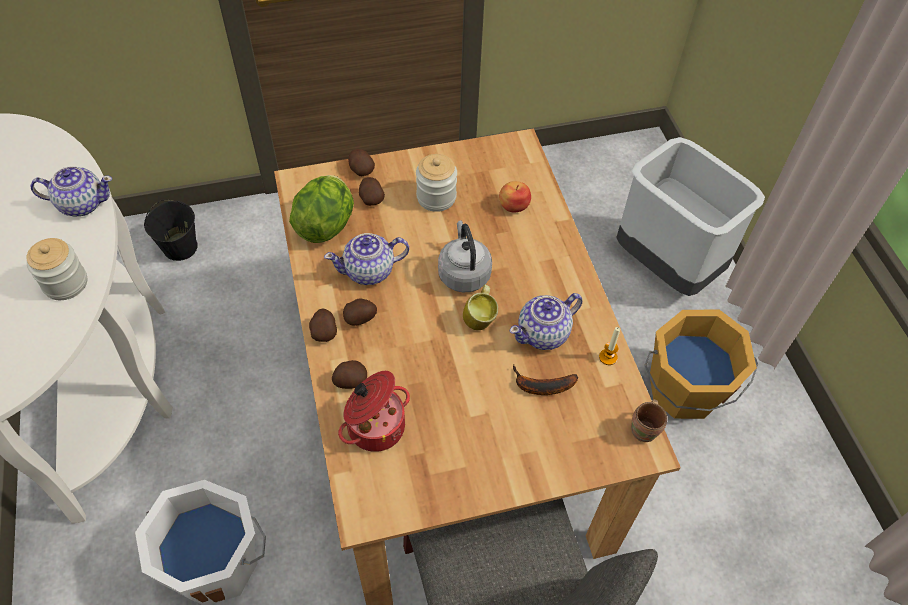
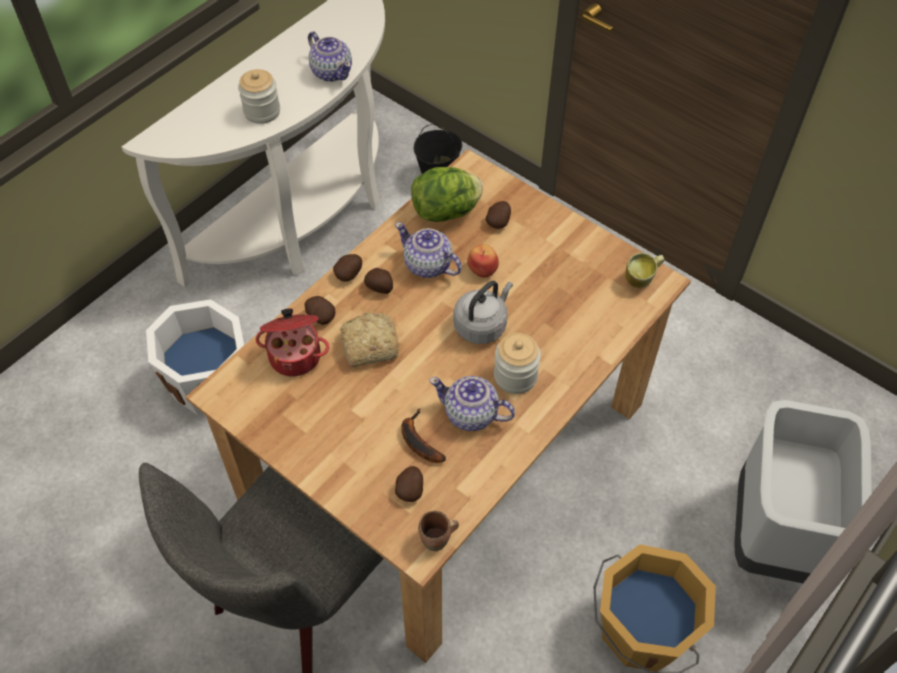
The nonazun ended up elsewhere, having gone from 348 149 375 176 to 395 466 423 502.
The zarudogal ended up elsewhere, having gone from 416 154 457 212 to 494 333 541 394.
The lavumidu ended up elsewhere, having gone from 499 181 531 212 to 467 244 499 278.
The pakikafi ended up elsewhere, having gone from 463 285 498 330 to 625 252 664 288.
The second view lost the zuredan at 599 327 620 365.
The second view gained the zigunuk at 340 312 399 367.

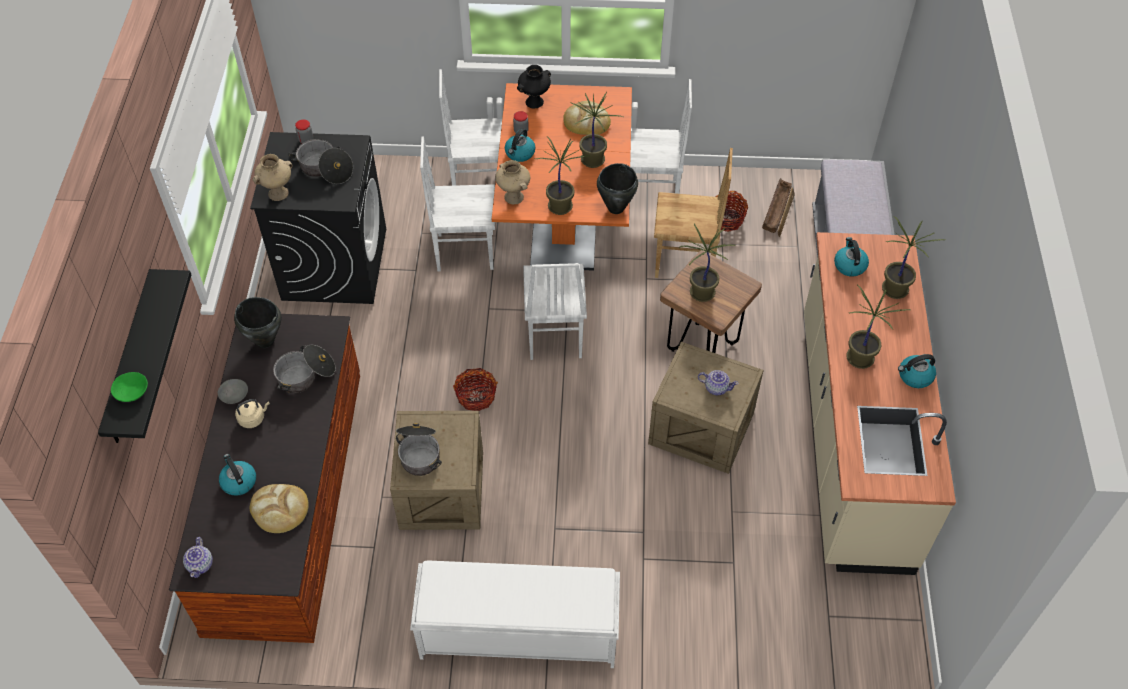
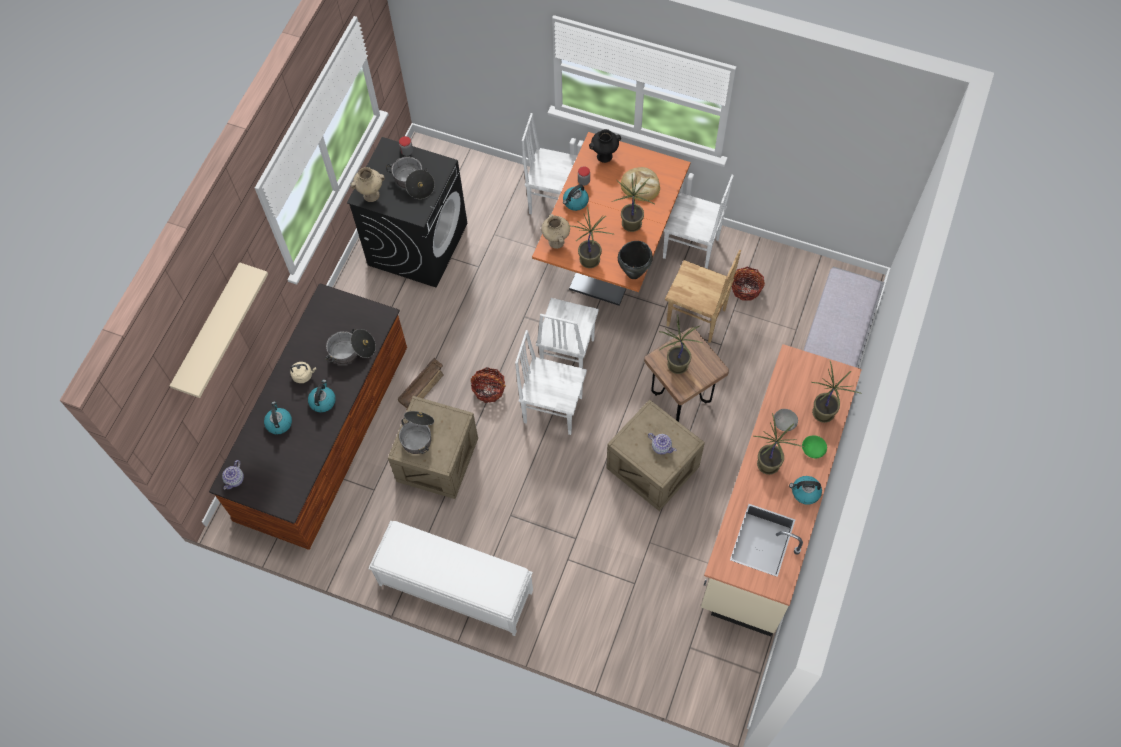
The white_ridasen ended up elsewhere, having gone from 420 136 495 271 to 515 330 587 435.
The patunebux ended up elsewhere, having gone from 762 178 795 237 to 398 358 443 411.
The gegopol ended up elsewhere, having gone from 834 237 869 276 to 308 380 336 413.
What was the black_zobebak at 98 269 191 443 turned into the beige_zobebak at 170 262 268 398.
The second view lost the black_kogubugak at 234 297 281 348.
The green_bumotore ended up elsewhere, having gone from 111 372 148 402 to 802 435 827 458.
The grey_bumotore ended up elsewhere, having gone from 218 379 248 404 to 774 409 798 431.
The second view lost the zigunuk at 250 484 309 533.

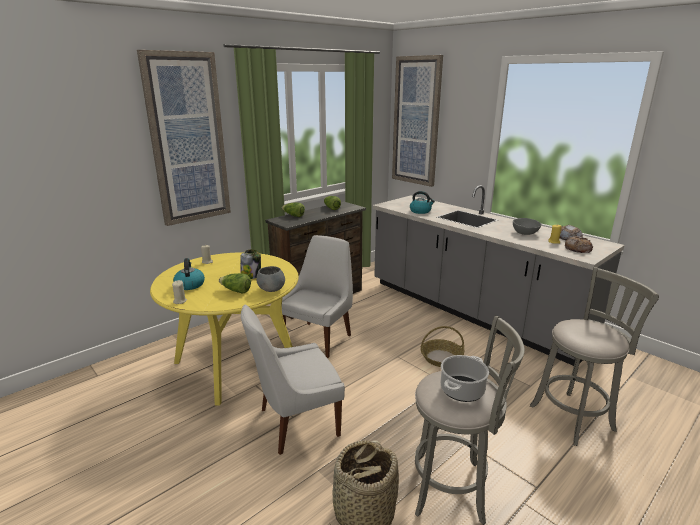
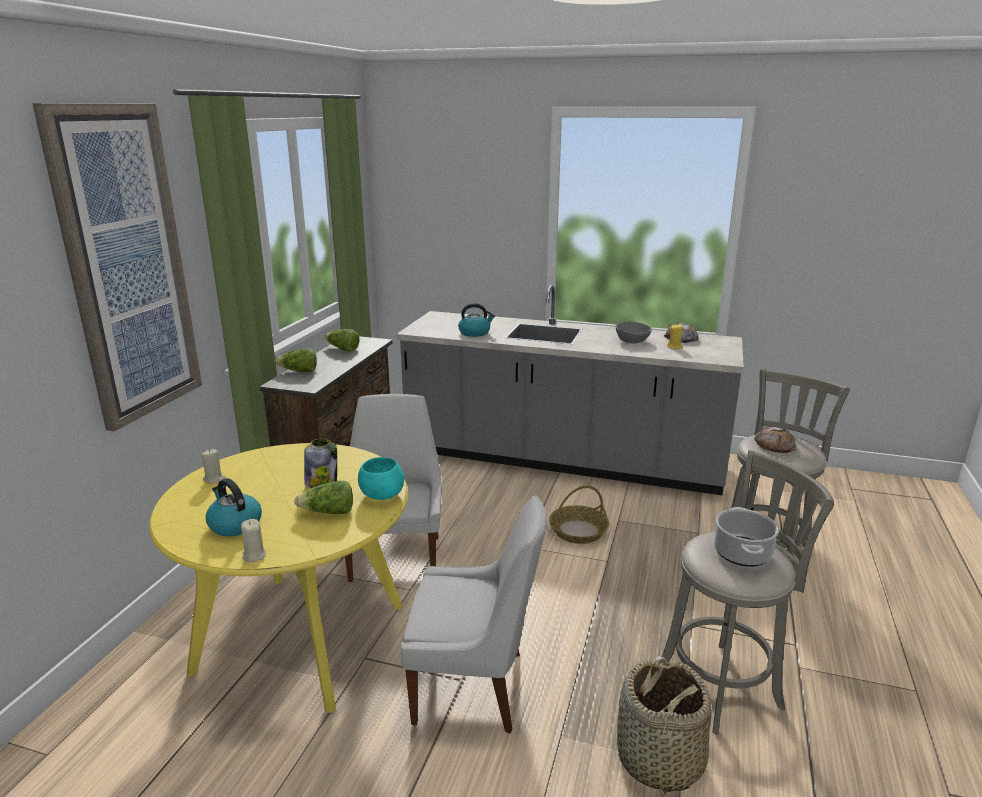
The second view lost the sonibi at 392 55 443 187.
The zigunuk ended up elsewhere, having gone from 565 236 593 253 to 754 426 796 453.
What was the grey_bumotore at 256 266 285 292 turned into the turquoise_bumotore at 358 457 404 500.
The white_ridasen at 241 304 345 455 ended up facing another way, 120 degrees counterclockwise from before.

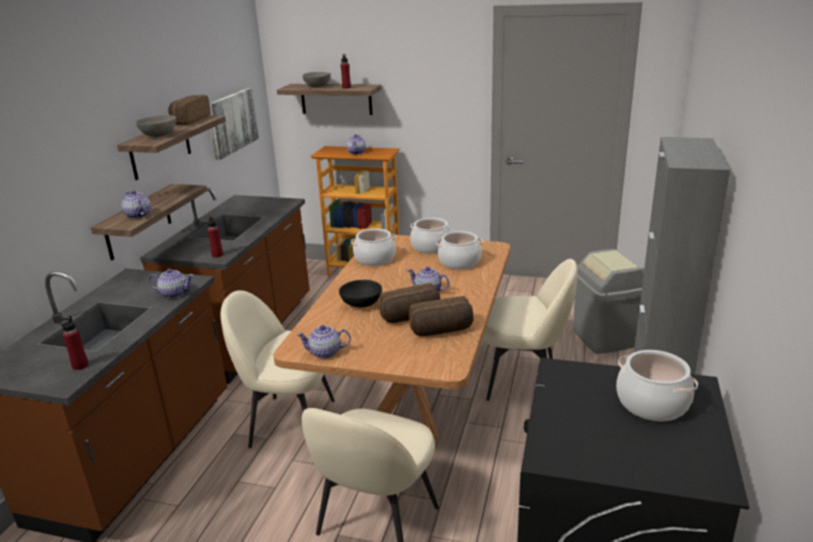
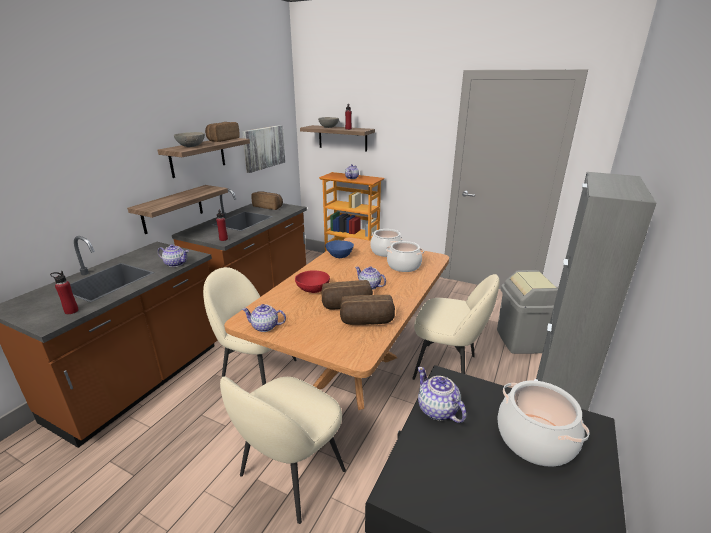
The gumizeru ended up elsewhere, having gone from 122 190 151 219 to 418 367 467 423.
Where the kogubugak stood at 351 228 397 266, the blue_bumotore came to stand at 325 240 354 258.
What was the black_bumotore at 339 280 382 307 turned into the red_bumotore at 295 270 330 293.
The second view gained the zigunuk at 251 191 283 210.

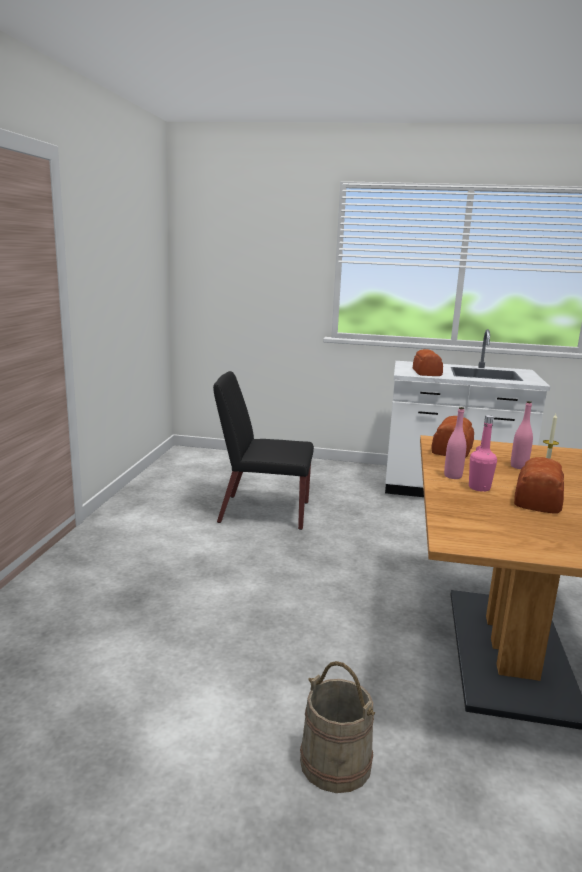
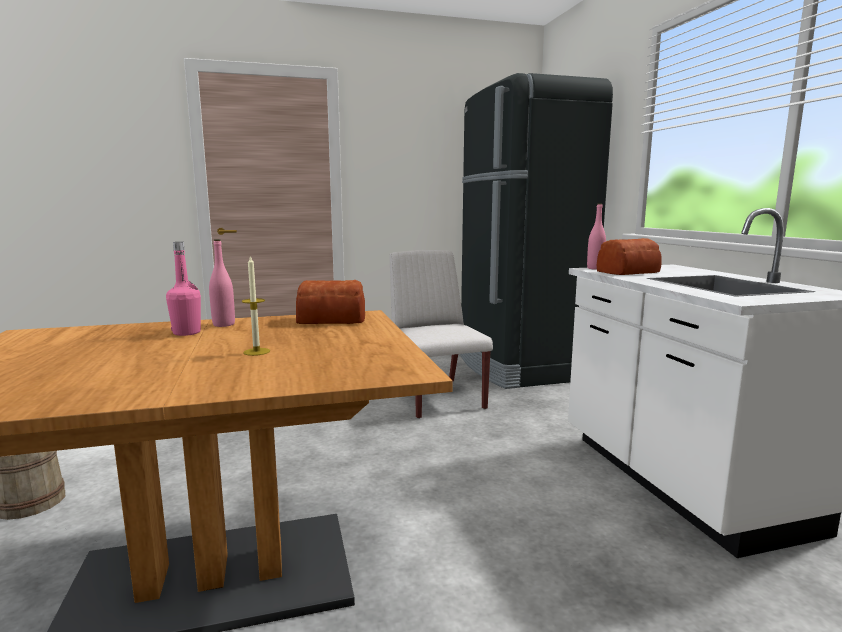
What was the black_ridasen at 213 371 314 530 turned into the white_ridasen at 390 250 493 419.
The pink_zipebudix ended up elsewhere, having gone from 511 401 533 469 to 587 203 606 270.
The second view lost the zigunuk at 514 457 564 514.
The second view gained the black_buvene at 460 73 613 389.

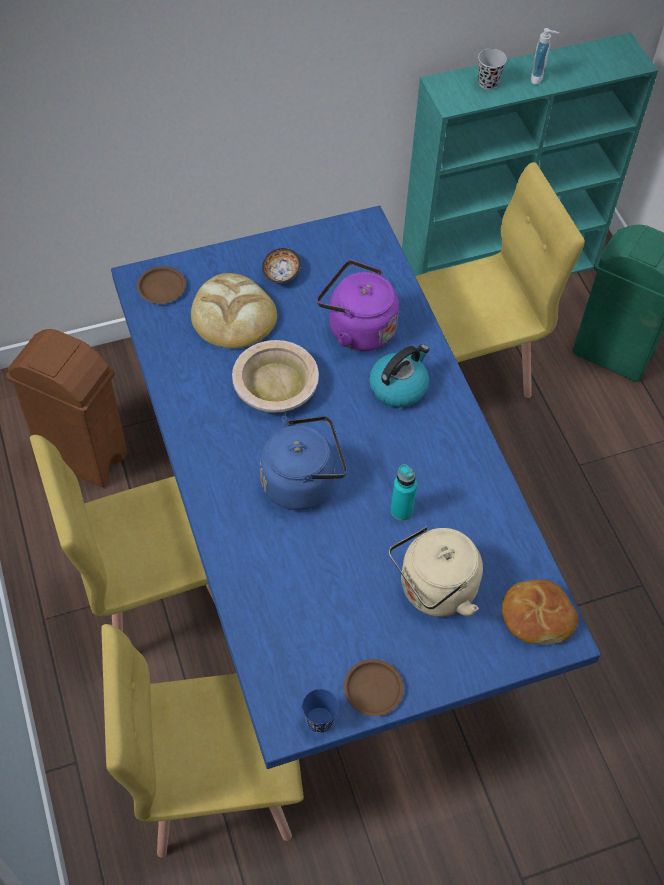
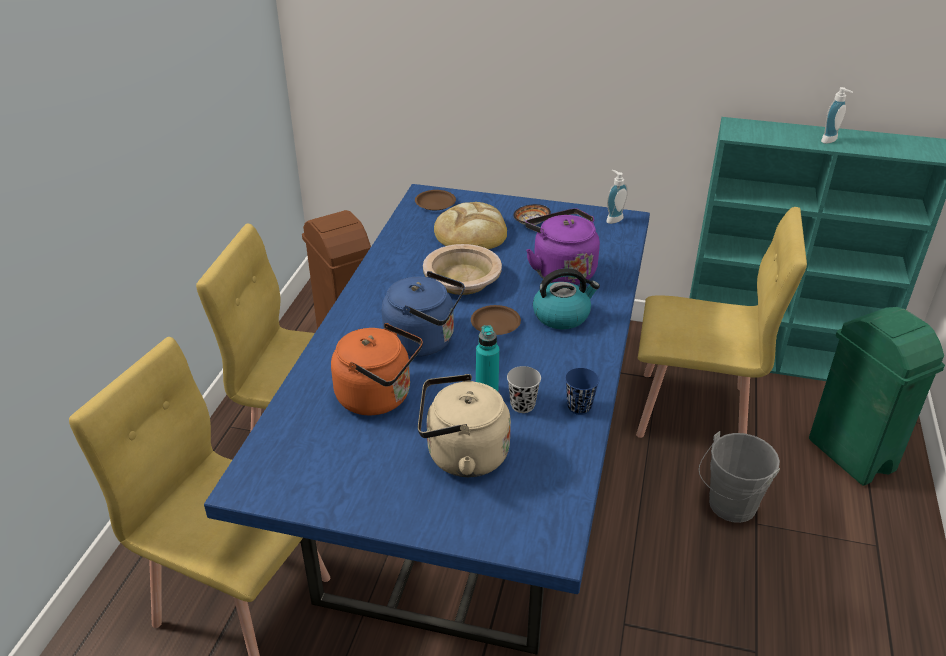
The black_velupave ended up elsewhere, having gone from 478 49 507 90 to 507 366 541 413.
The second view lost the zigunuk at 502 579 578 645.
The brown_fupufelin ended up elsewhere, having gone from 344 659 404 716 to 471 305 521 335.
The blue_velupave ended up elsewhere, having gone from 302 689 339 733 to 565 368 599 415.
The second view gained the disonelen at 606 170 628 224.
The second view gained the orange_gegopol at 331 323 423 415.
The second view gained the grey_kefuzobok at 699 431 780 523.

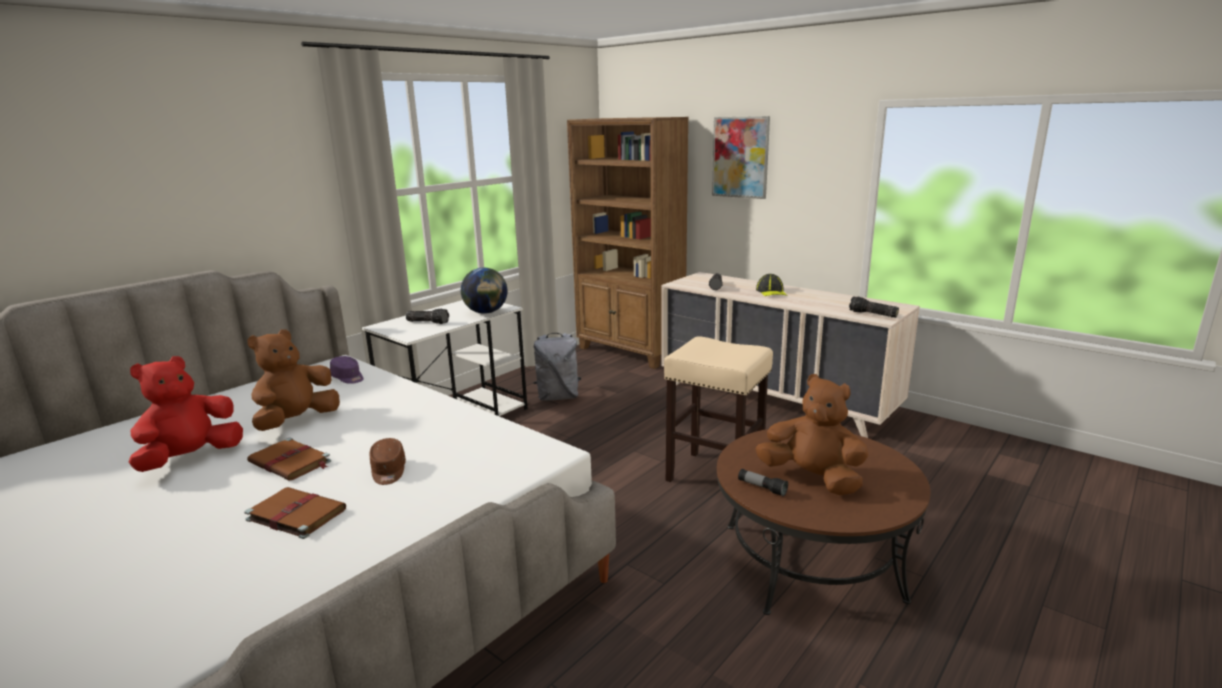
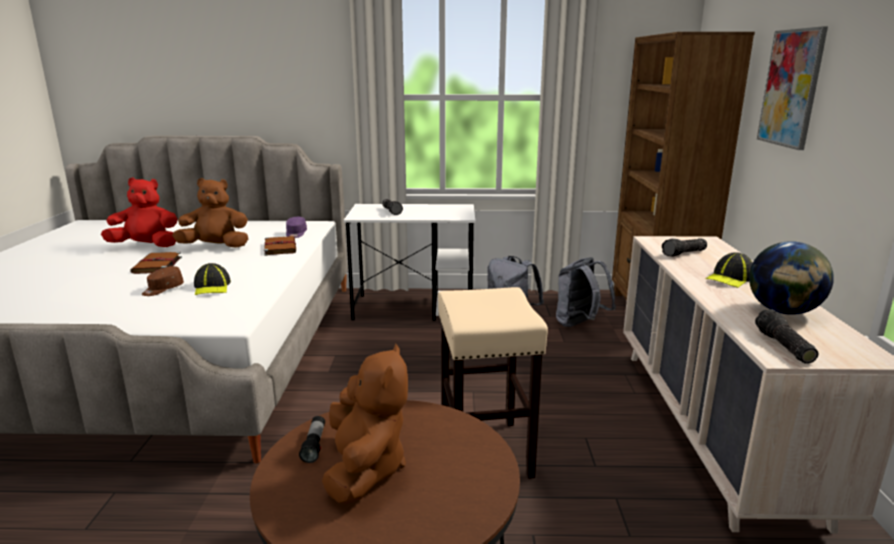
The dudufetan ended up elsewhere, having gone from 461 267 507 314 to 749 241 834 315.
The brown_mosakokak ended up elsewhere, having gone from 244 487 346 539 to 264 236 296 256.
The second view gained the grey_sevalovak at 556 257 616 327.
The second view gained the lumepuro at 194 263 231 295.

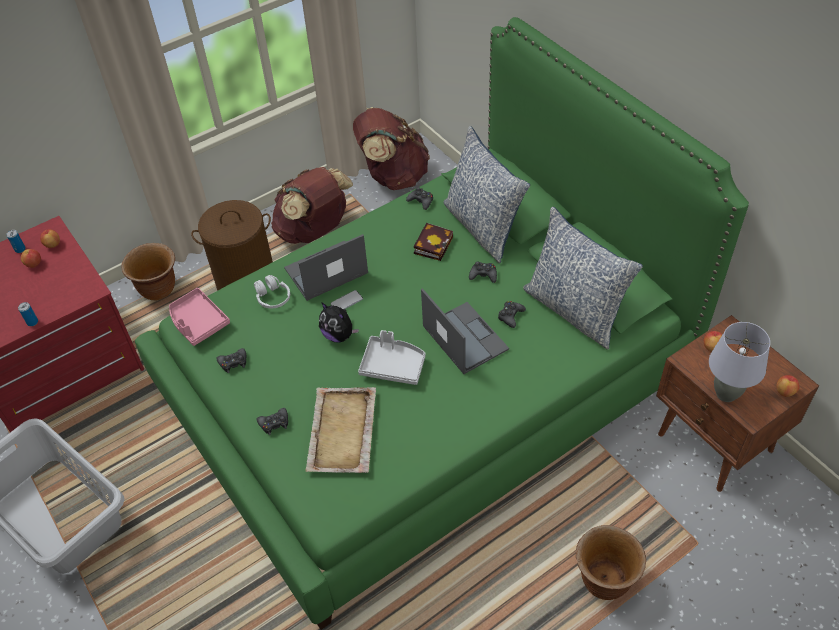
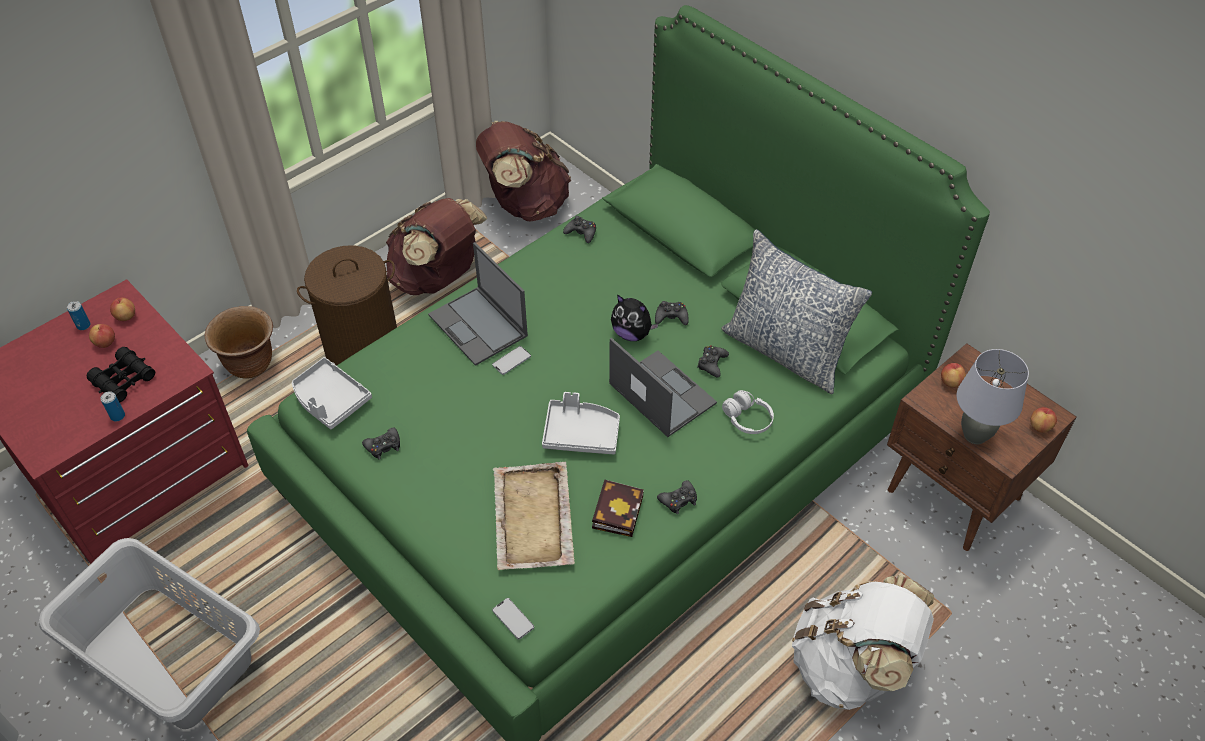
The second view lost the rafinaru at 443 126 530 263.
The mosakokak ended up elsewhere, having gone from 414 223 453 261 to 592 480 644 537.
The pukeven at 284 234 368 301 ended up facing another way, 90 degrees counterclockwise from before.
The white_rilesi ended up elsewhere, having gone from 254 275 290 308 to 722 390 774 434.
What was the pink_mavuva at 169 288 230 346 turned into the grey_mavuva at 292 357 372 429.
The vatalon ended up elsewhere, having gone from 319 302 359 343 to 611 294 659 341.
The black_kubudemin ended up elsewhere, having gone from 257 408 288 435 to 657 480 697 514.
Where the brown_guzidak stood at 576 525 646 600, the white_sevalovak came to stand at 792 575 934 710.
The second view gained the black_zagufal at 87 347 155 402.
The second view gained the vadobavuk at 492 598 534 640.

